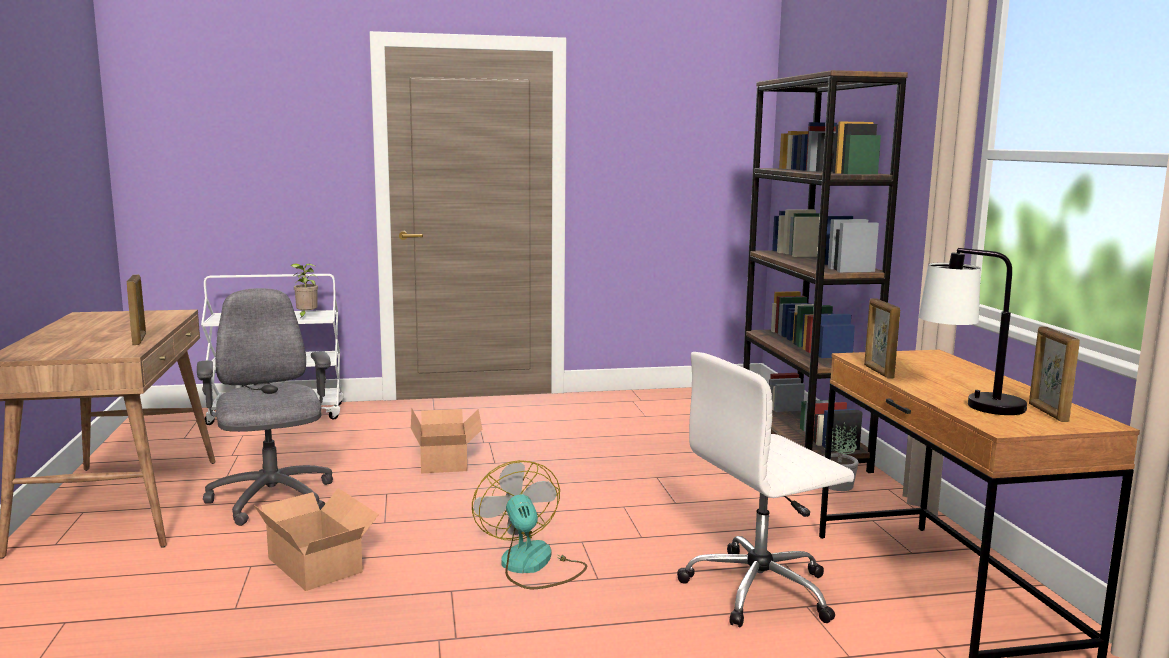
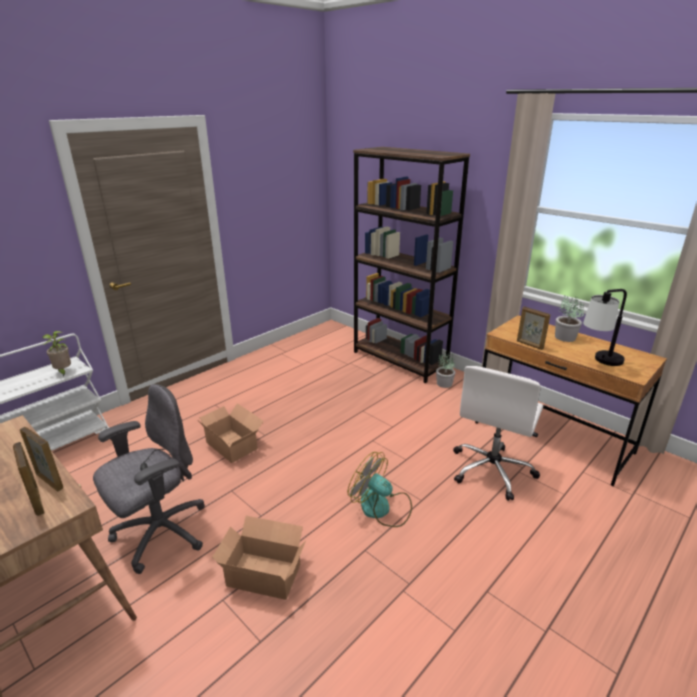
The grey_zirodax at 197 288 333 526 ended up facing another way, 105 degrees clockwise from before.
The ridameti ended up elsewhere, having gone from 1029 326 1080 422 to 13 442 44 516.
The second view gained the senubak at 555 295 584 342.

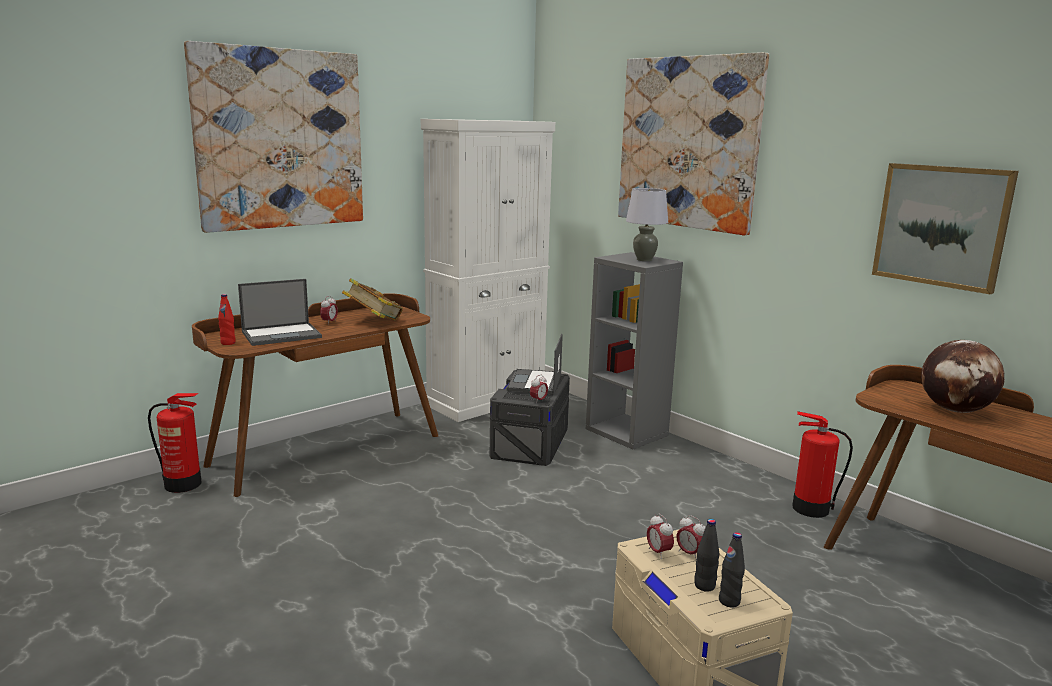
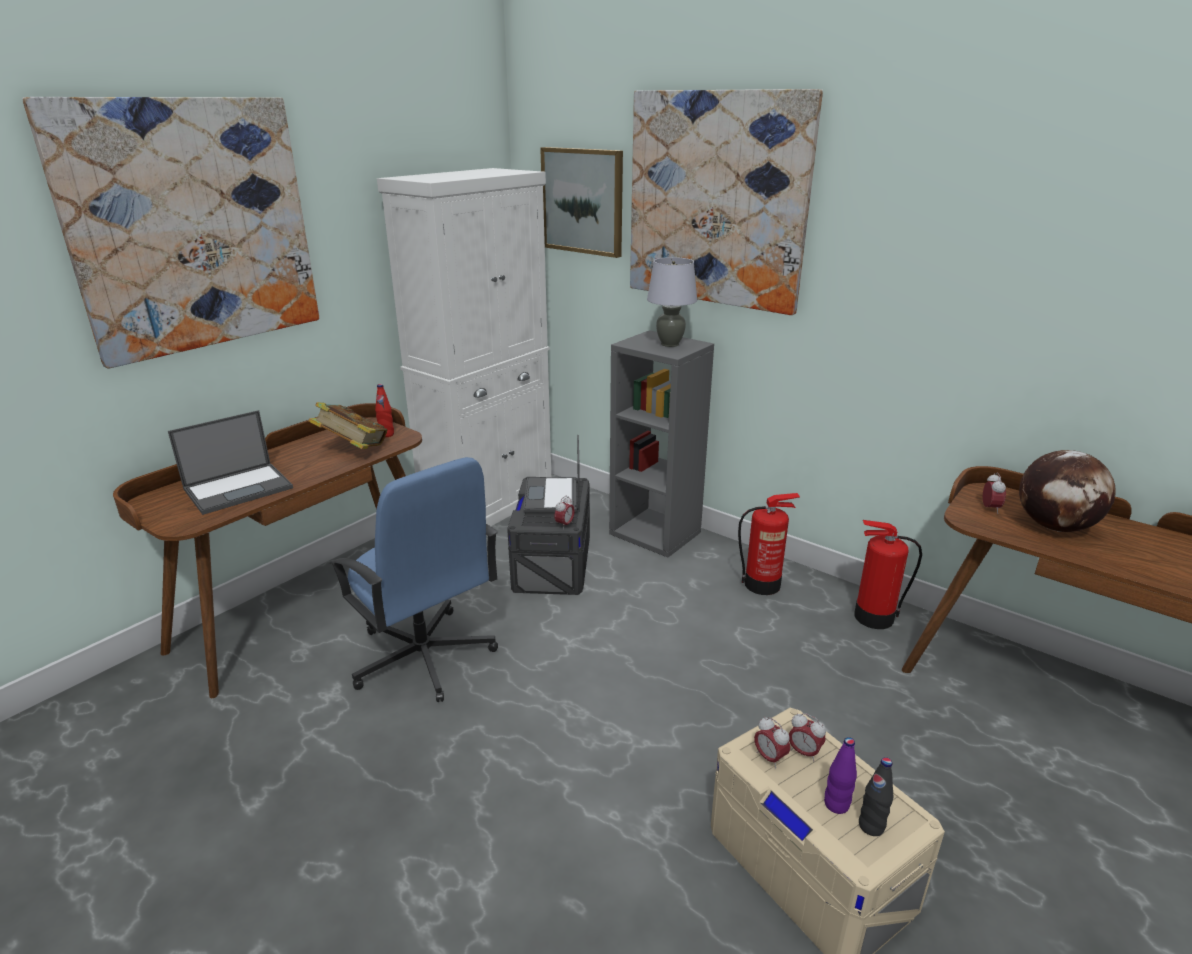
The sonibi ended up elsewhere, having gone from 872 163 1019 294 to 540 147 623 258.
The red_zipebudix ended up elsewhere, having gone from 218 294 235 345 to 375 384 394 437.
The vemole ended up elsewhere, having gone from 320 296 338 324 to 983 473 1006 514.
The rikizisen ended up elsewhere, having gone from 148 393 201 493 to 738 493 800 595.
What was the black_zipebudix at 695 519 719 592 turned into the purple_zipebudix at 824 737 857 814.
The second view gained the blue_zirodax at 329 457 498 702.

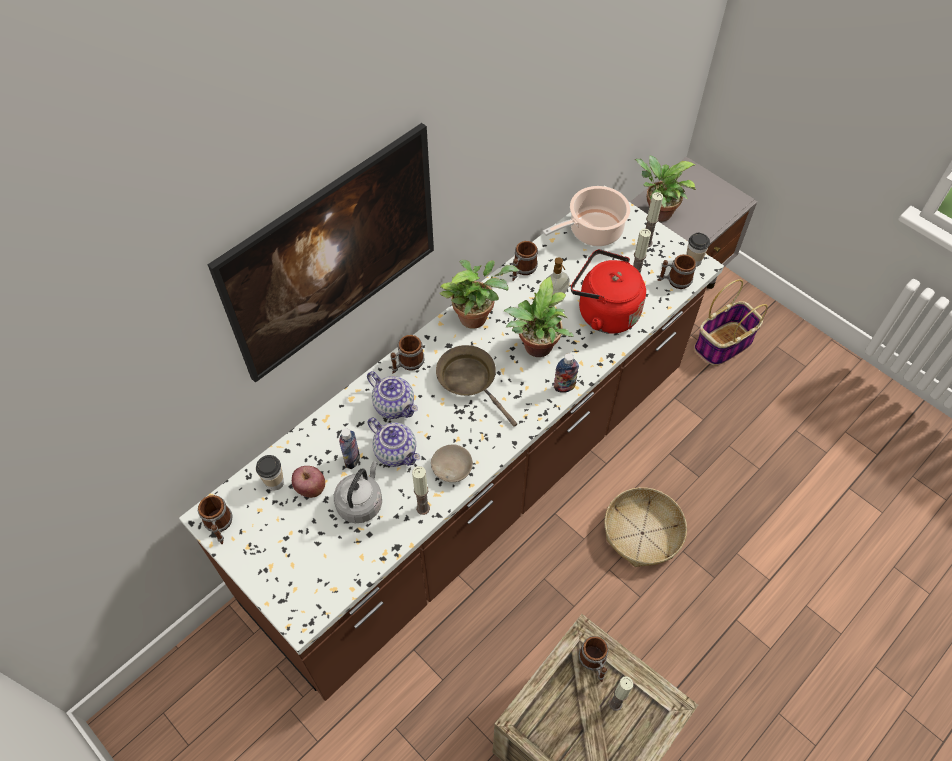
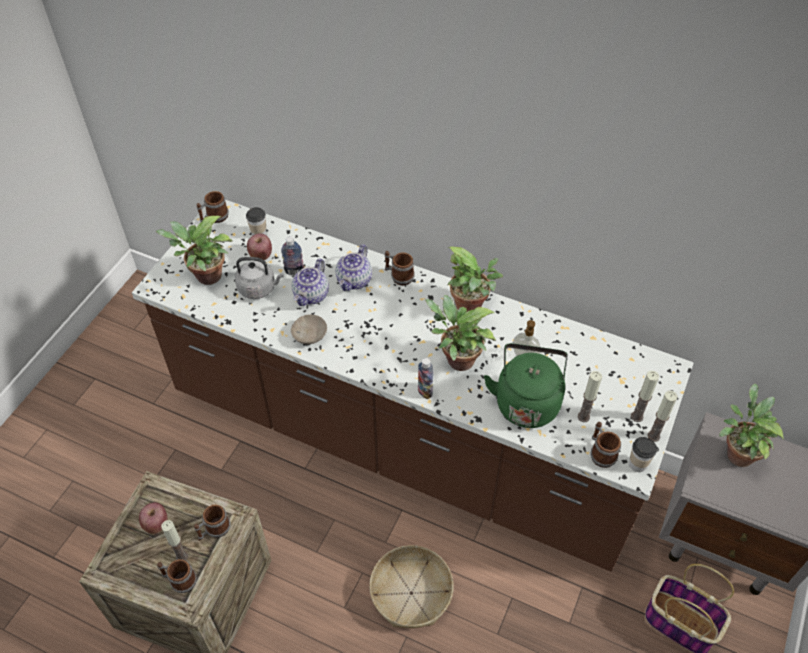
The second view lost the sonibi at 208 123 434 383.
The second view lost the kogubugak at 542 186 630 246.
The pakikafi ended up elsewhere, having gone from 512 241 538 281 to 157 559 197 593.
What was the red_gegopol at 571 249 646 334 turned into the green_gegopol at 484 343 568 428.
The second view lost the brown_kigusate at 436 345 517 427.
The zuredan ended up elsewhere, having gone from 412 466 430 515 to 647 391 678 442.
The second view gained the senubak at 155 216 233 285.
The second view gained the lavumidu at 139 502 167 534.

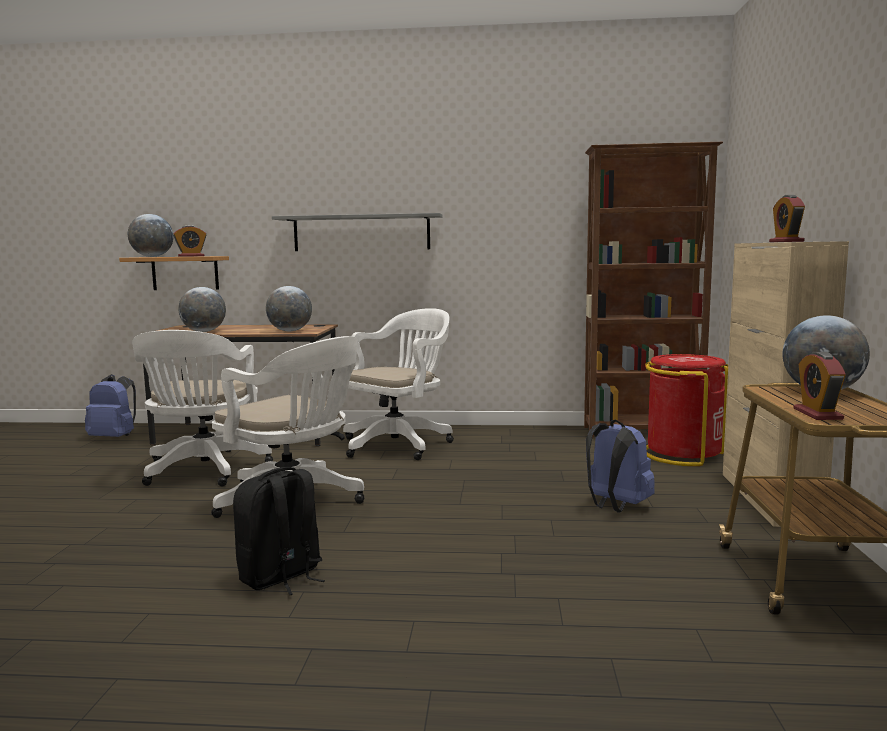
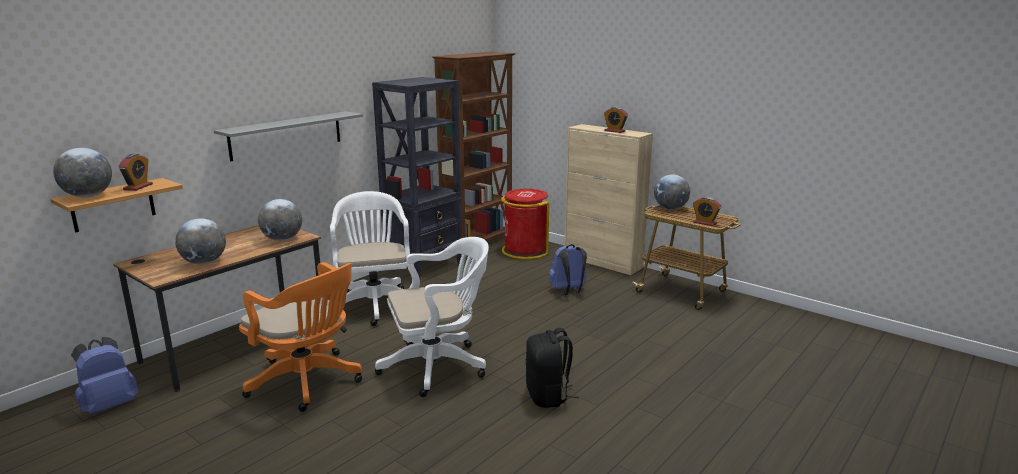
What was the white_zirodax at 132 330 273 486 turned into the orange_zirodax at 239 262 362 412.
The second view gained the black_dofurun at 372 77 462 278.

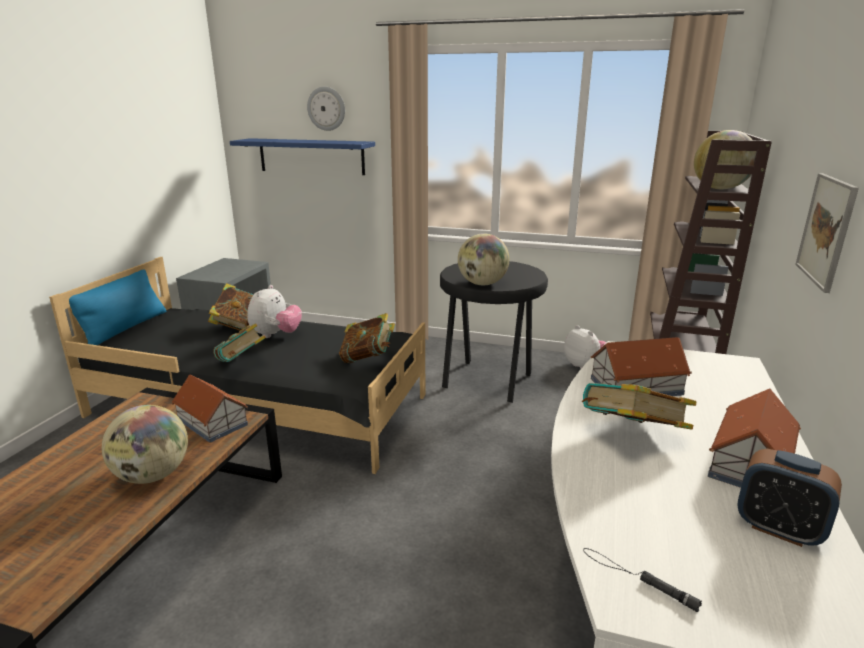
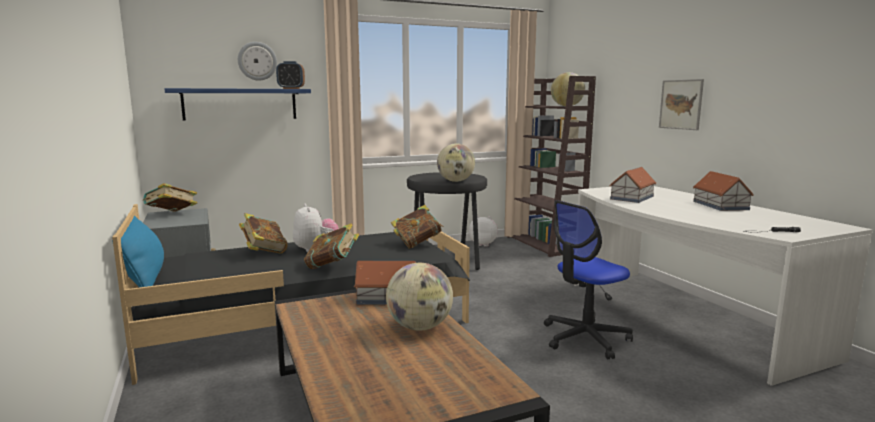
The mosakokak ended up elsewhere, having gone from 582 383 697 429 to 142 183 197 211.
The vemole ended up elsewhere, having gone from 737 449 842 547 to 276 61 305 89.
The second view gained the zirodax at 544 200 633 359.

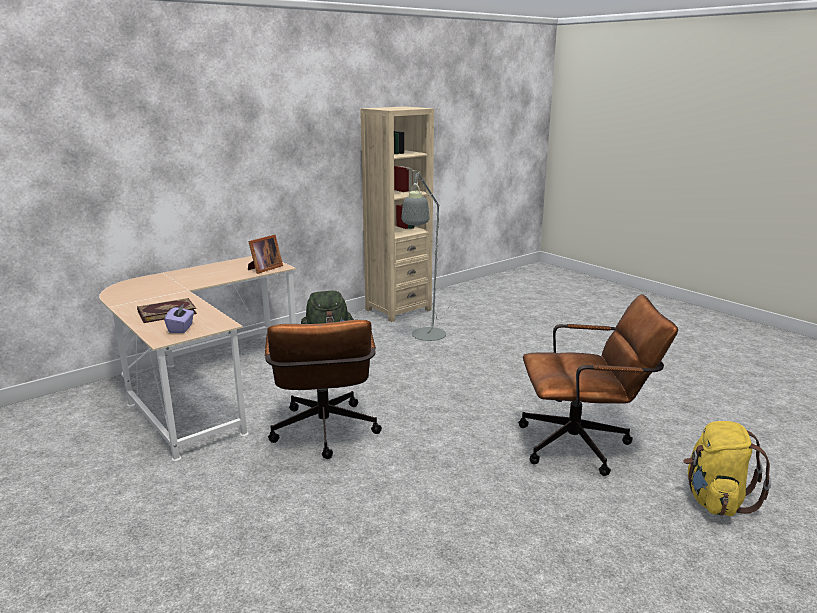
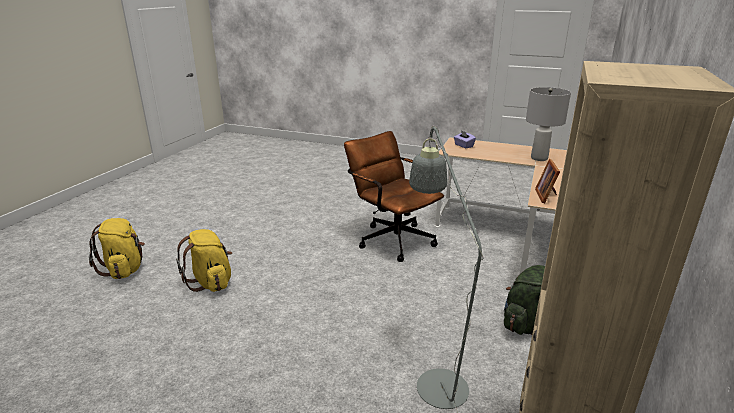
Where the brown_zirodax stood at 518 294 678 476, the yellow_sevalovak came to stand at 176 229 232 292.
The second view lost the mosakokak at 137 298 197 323.
The second view gained the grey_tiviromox at 526 87 571 161.

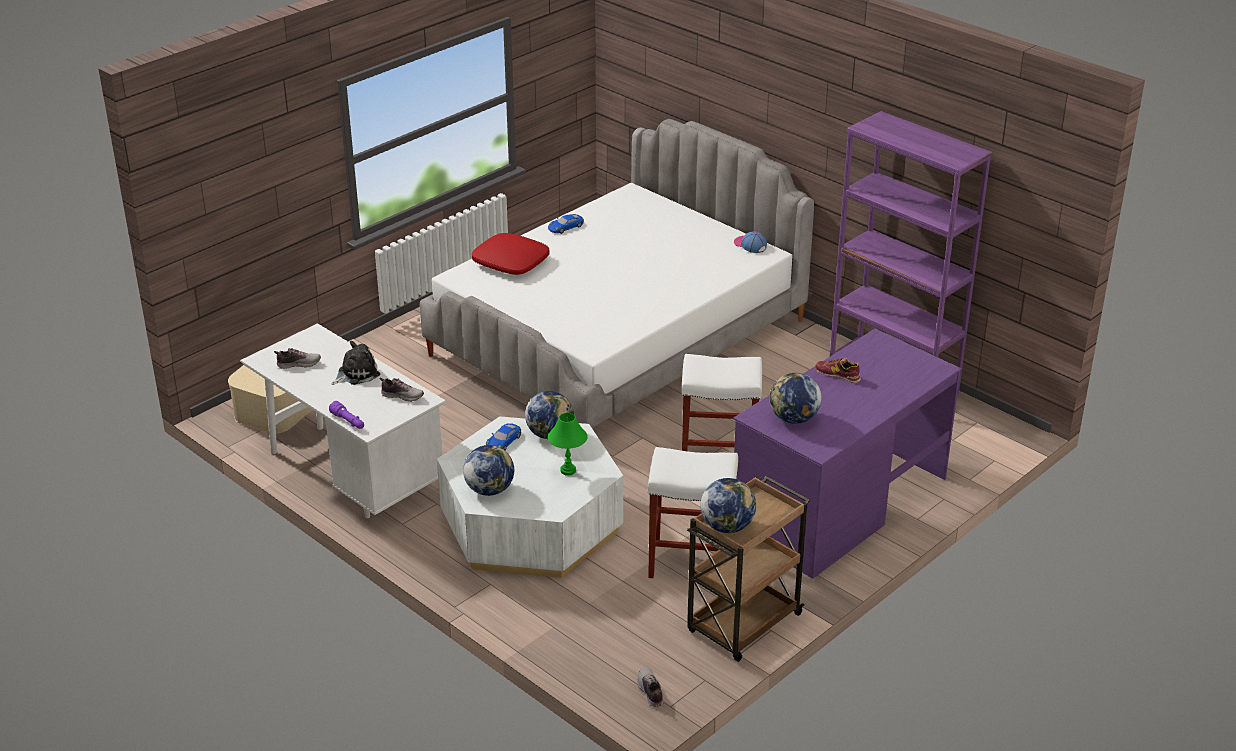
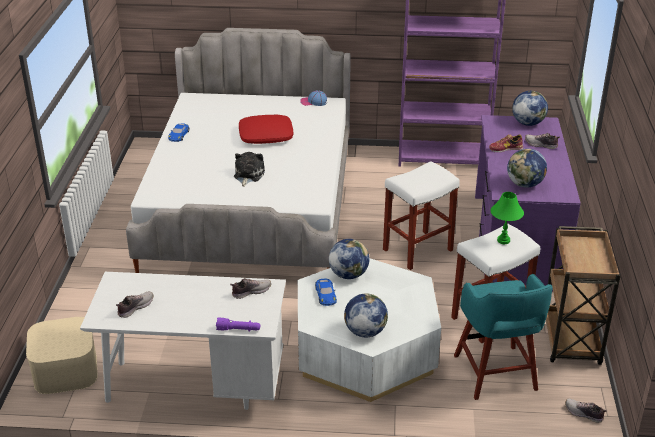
The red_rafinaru ended up elsewhere, having gone from 472 233 550 275 to 239 115 293 144.
The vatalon ended up elsewhere, having gone from 332 341 380 385 to 234 152 265 187.
The green_tiviromox ended up elsewhere, having gone from 548 413 588 476 to 491 192 524 244.
The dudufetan ended up elsewhere, having gone from 701 478 756 533 to 512 91 548 126.
The second view gained the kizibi at 525 133 560 149.
The second view gained the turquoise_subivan at 454 274 553 400.

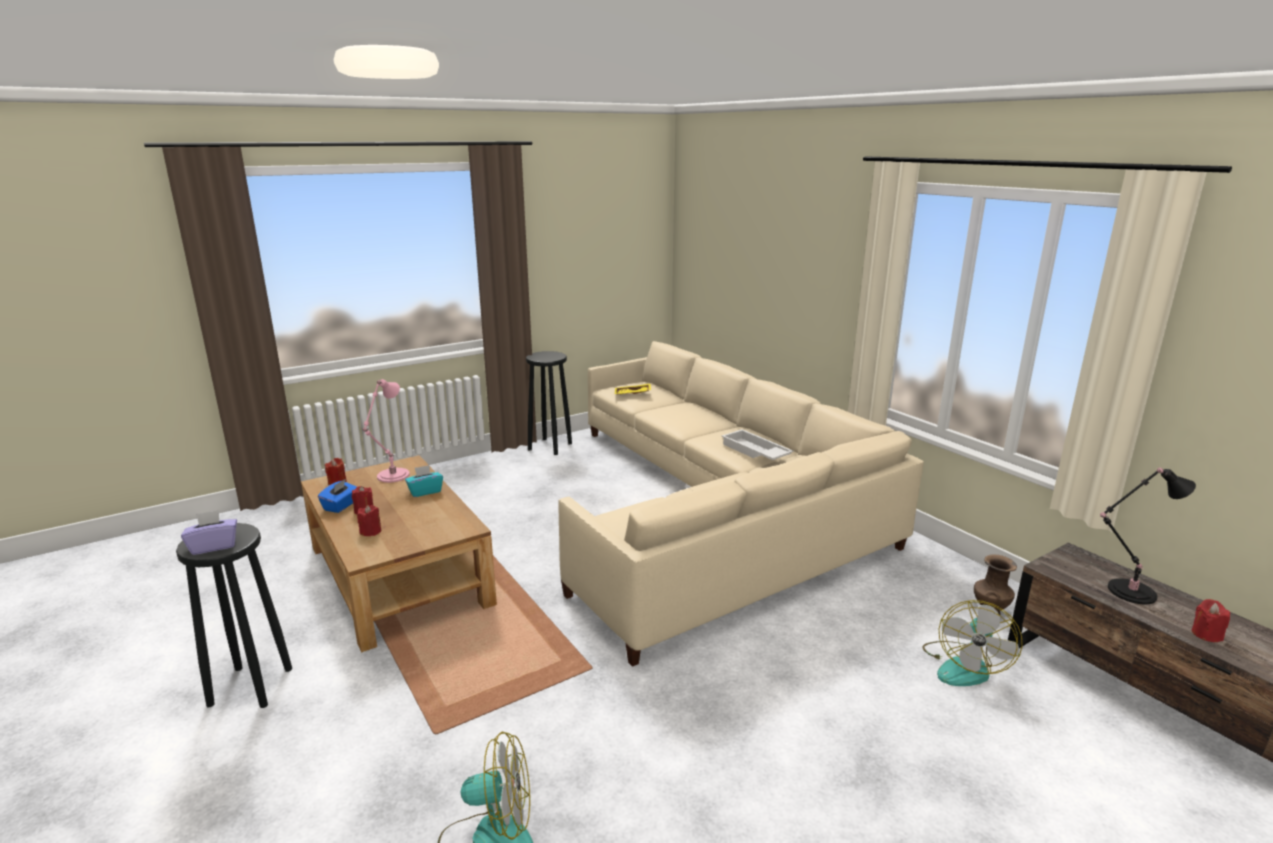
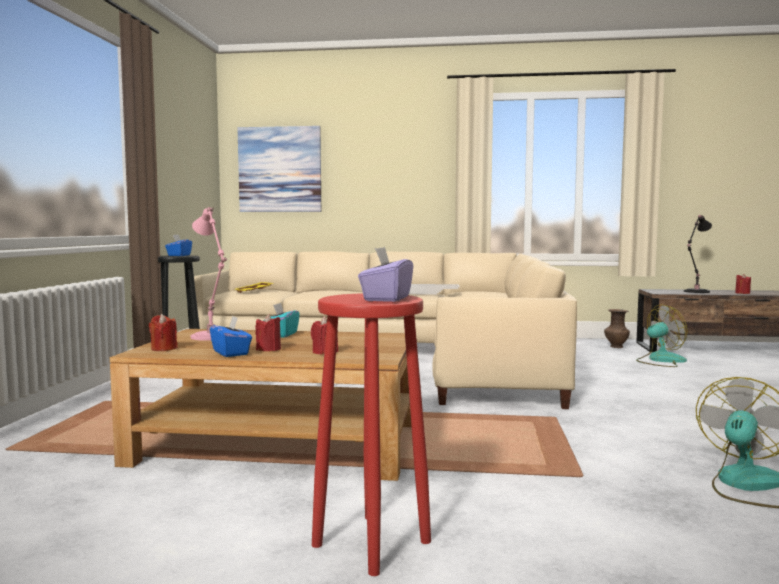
What was the black_subivan at 176 523 292 708 turned into the red_subivan at 312 293 431 576.
The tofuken at 922 600 1023 686 ended up facing another way, 90 degrees counterclockwise from before.
The second view gained the sonibi at 238 126 321 212.
The second view gained the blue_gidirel at 165 235 192 256.

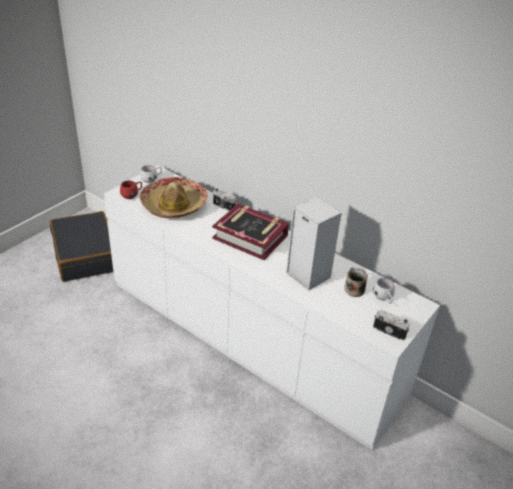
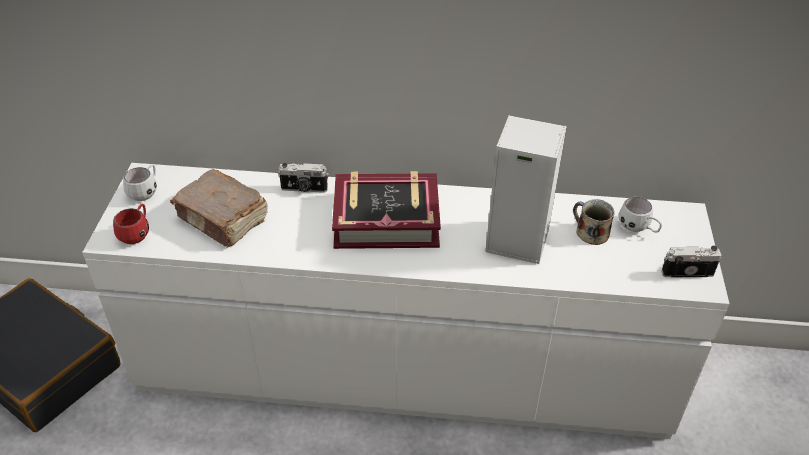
Where the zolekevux stood at 140 177 208 218, the brown_mosakokak came to stand at 170 169 268 247.

